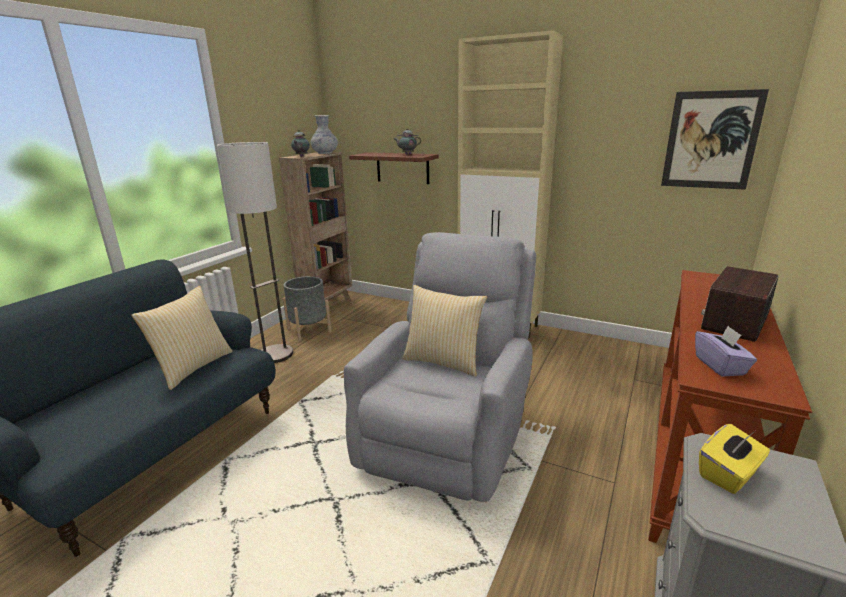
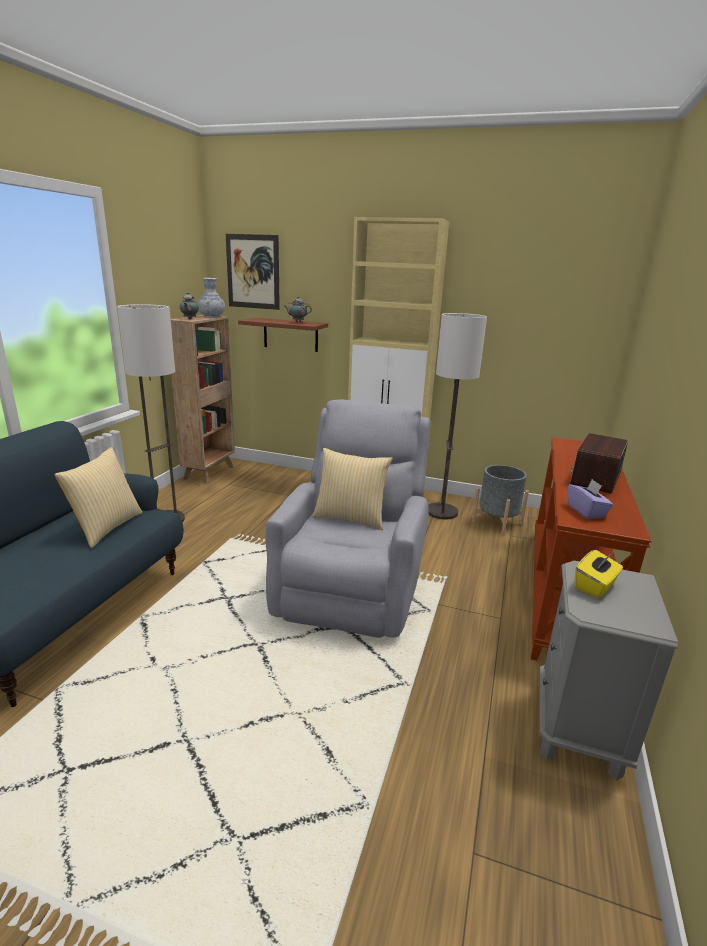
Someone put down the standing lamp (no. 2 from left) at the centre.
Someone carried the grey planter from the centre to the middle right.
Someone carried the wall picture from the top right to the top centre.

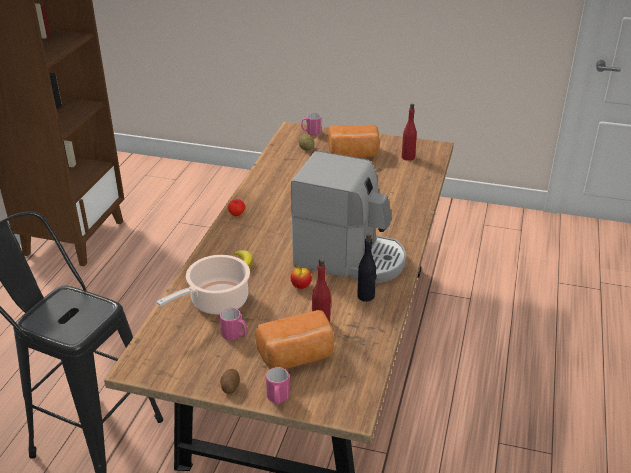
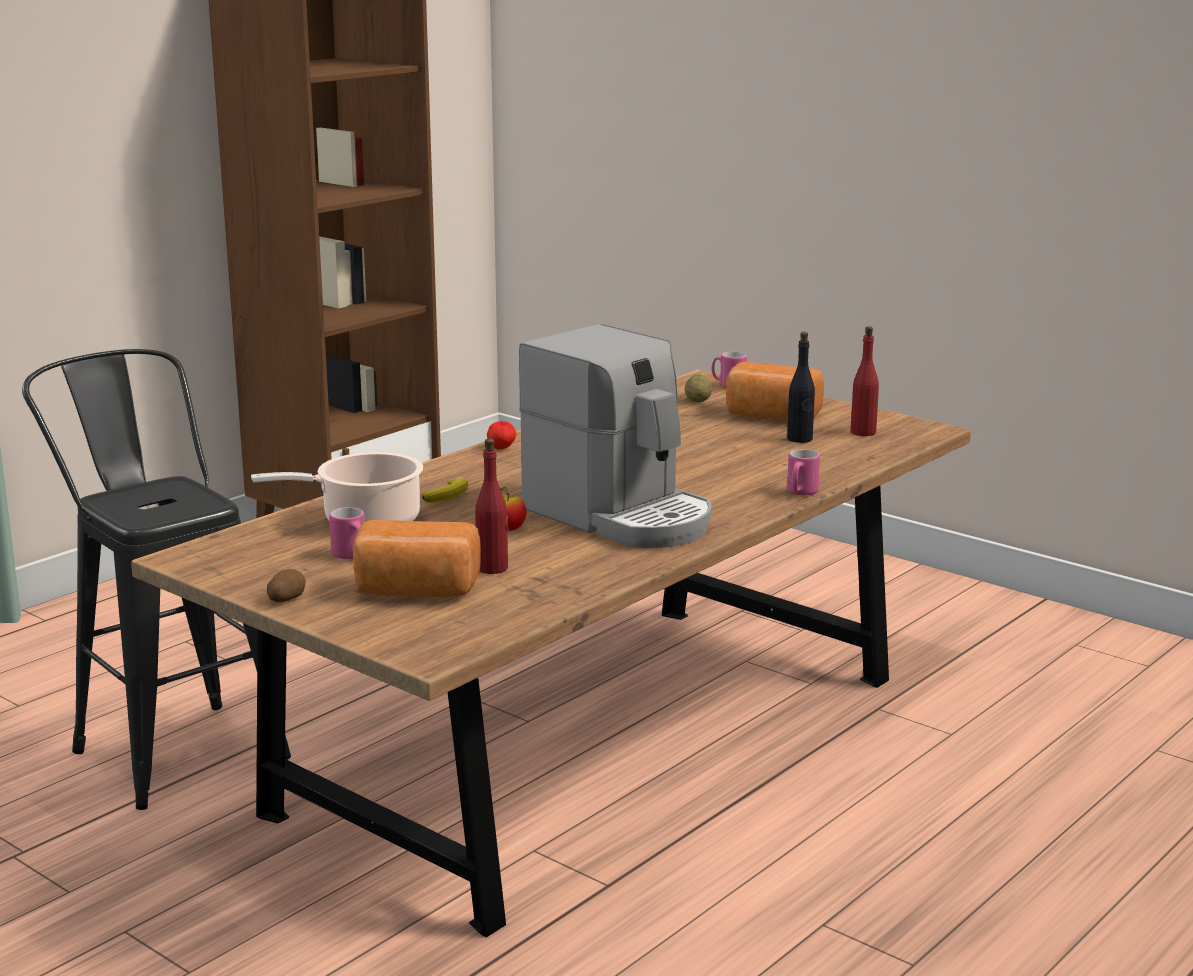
Someone carried the pink-coloured tea mug (no. 2 from left in the first image) from the bottom centre to the middle right.
Someone carried the blackish bottle from the centre to the middle right.

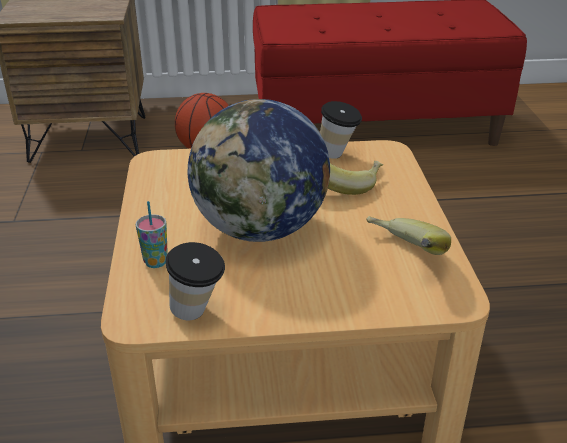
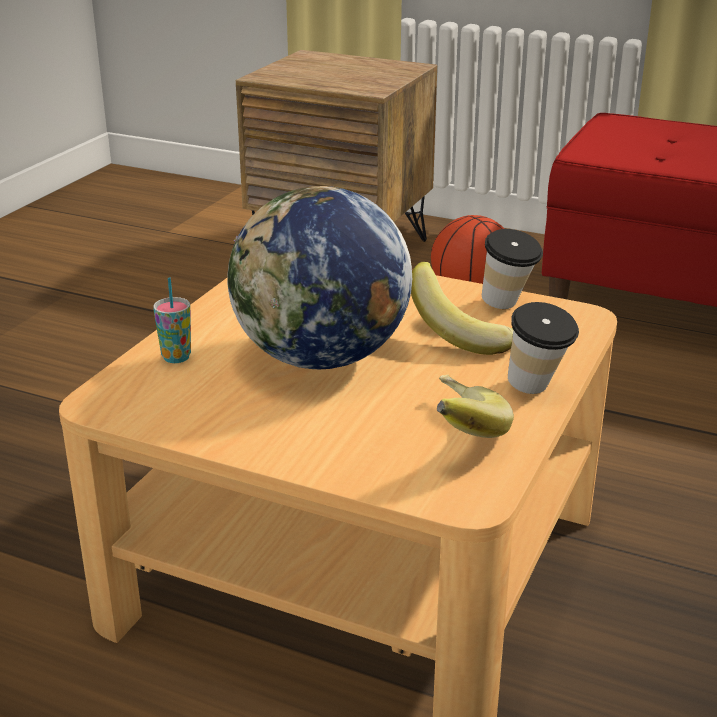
Someone carried the drinking cup (no. 2 from left in the first image) from the centre to the middle right.

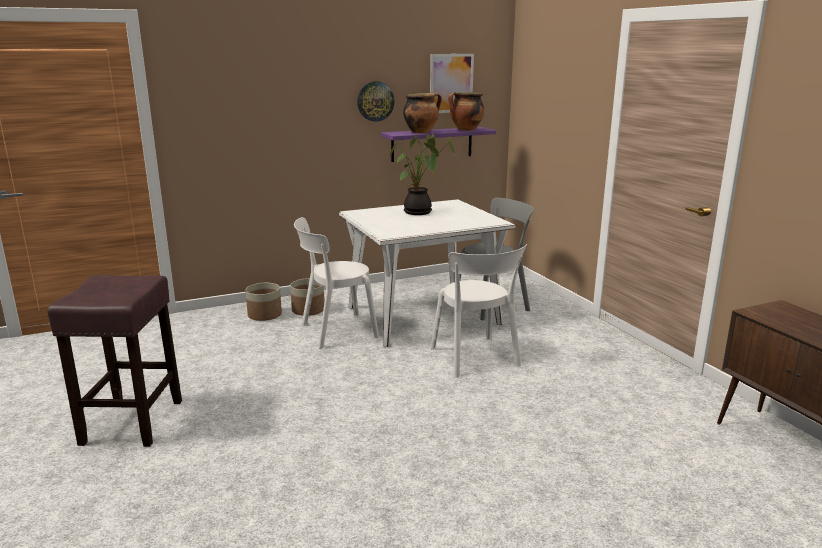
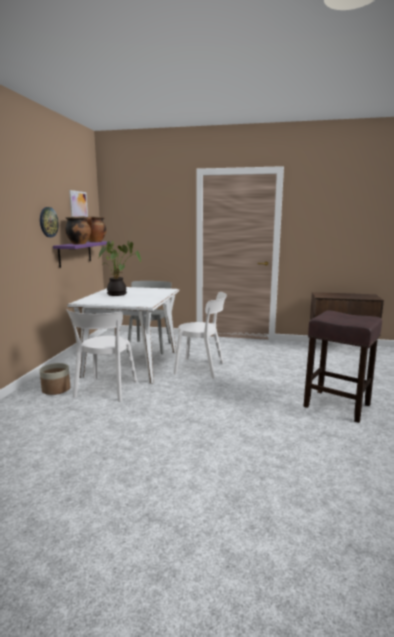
Someone took away the planter (no. 1 from left) at the middle left.
Someone carried the brown stool seat from the middle left to the middle right.

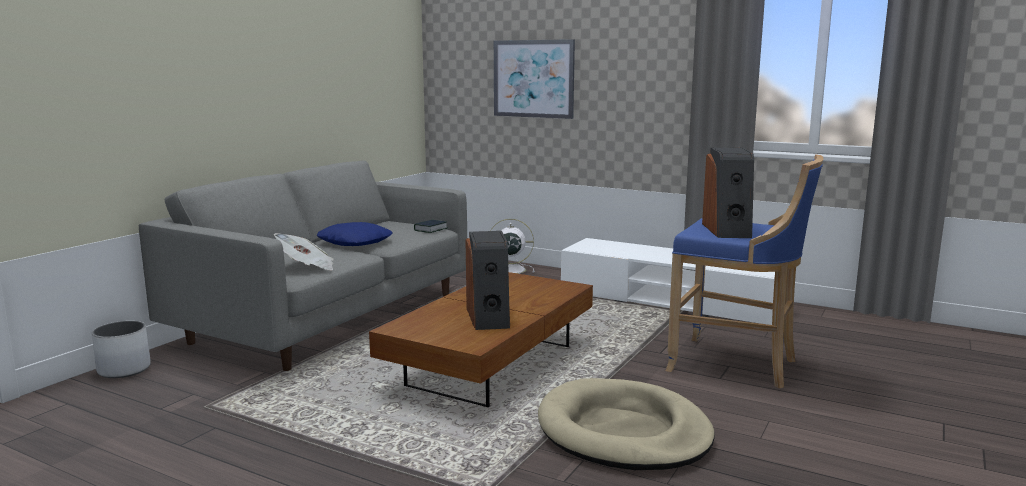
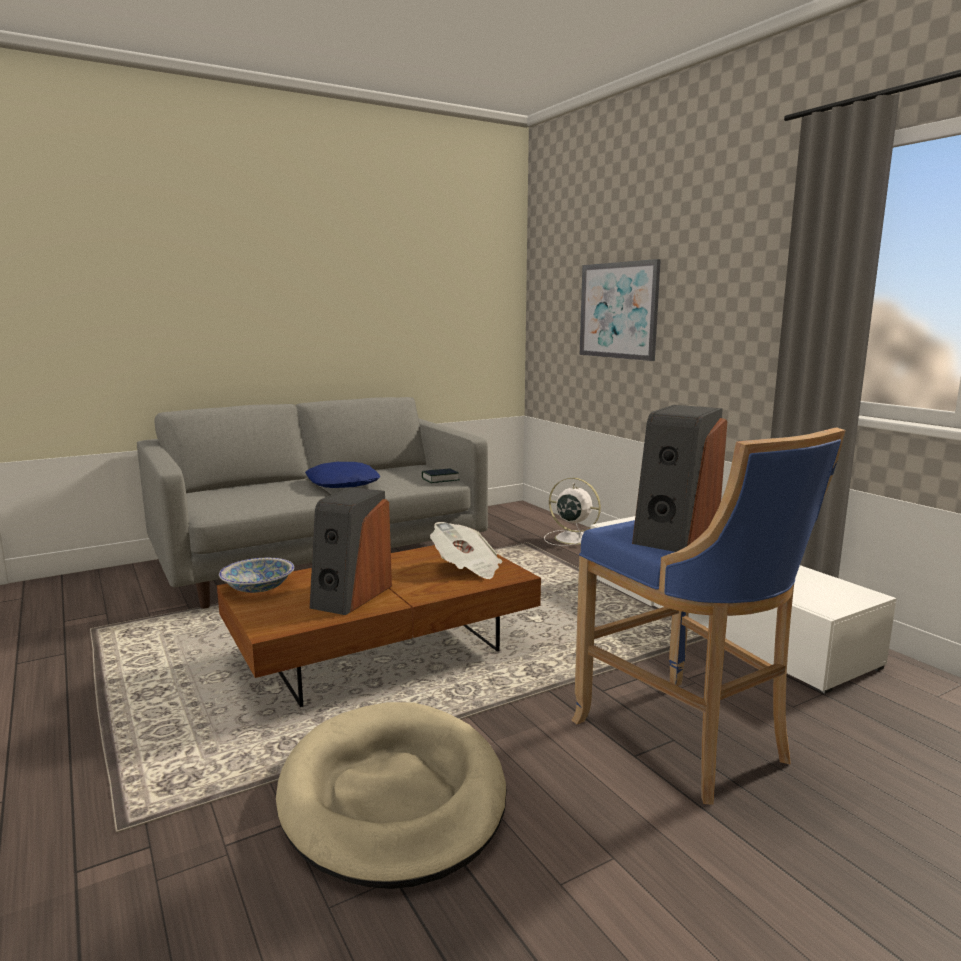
Someone took away the white planter at the bottom left.
Someone put down the bowl at the middle left.
Someone carried the printed paper from the middle left to the centre.

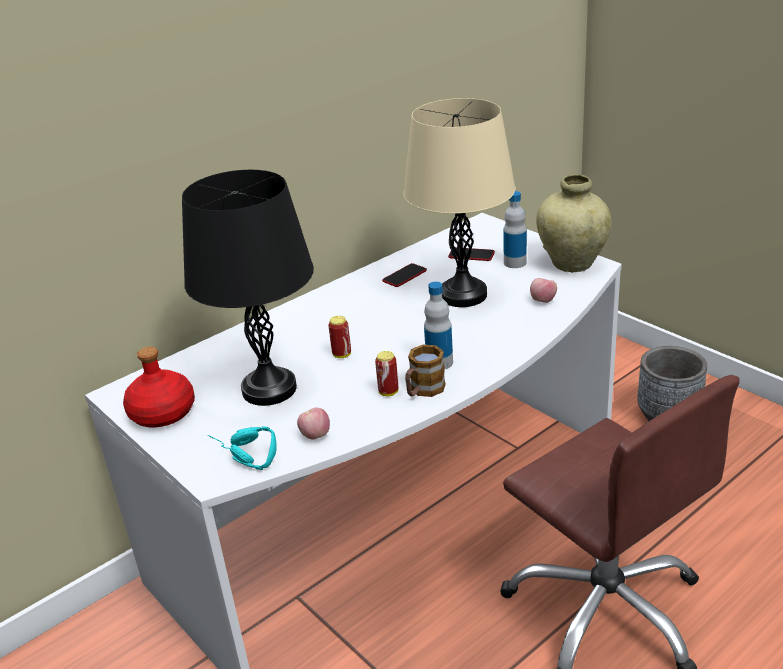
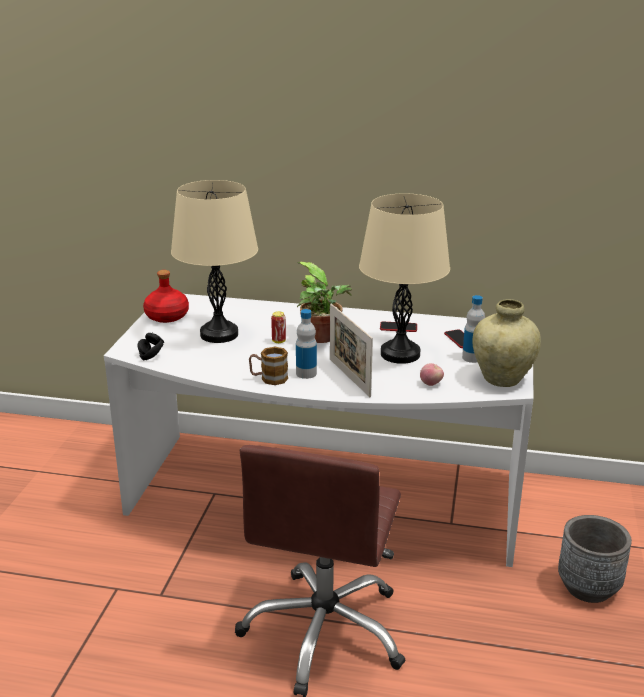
Someone took away the apple fruit (no. 1 from left) at the centre.
Someone took away the can (no. 2 from left) at the centre.
Someone put down the houseplant at the centre.
Someone put down the picture frame at the centre.
Someone repainted the blackish table lamp at the middle left, which became the beige-coloured table lamp (no. 1 from left) at the middle left.
Someone repainted the blue-green headphones at the bottom left, which became the blackish headphones at the middle left.

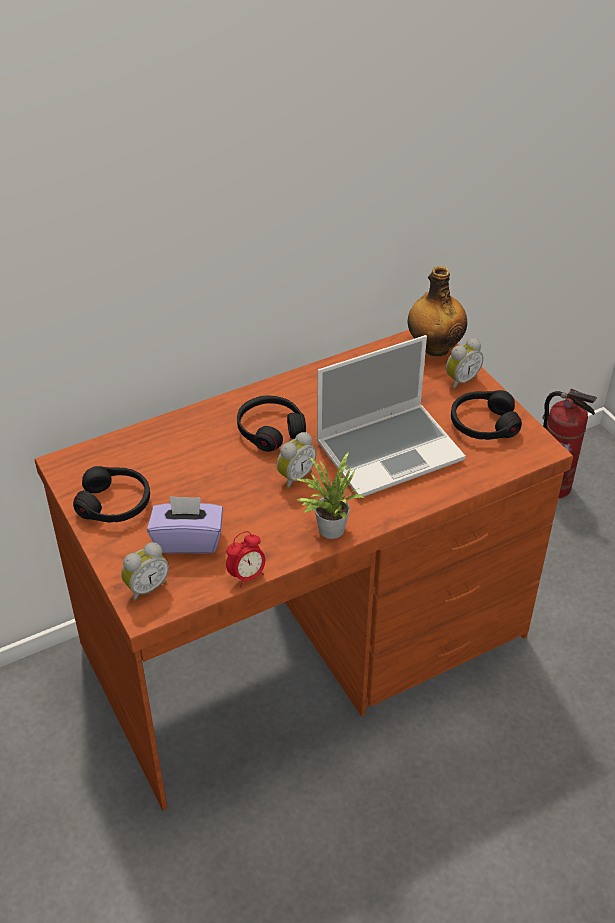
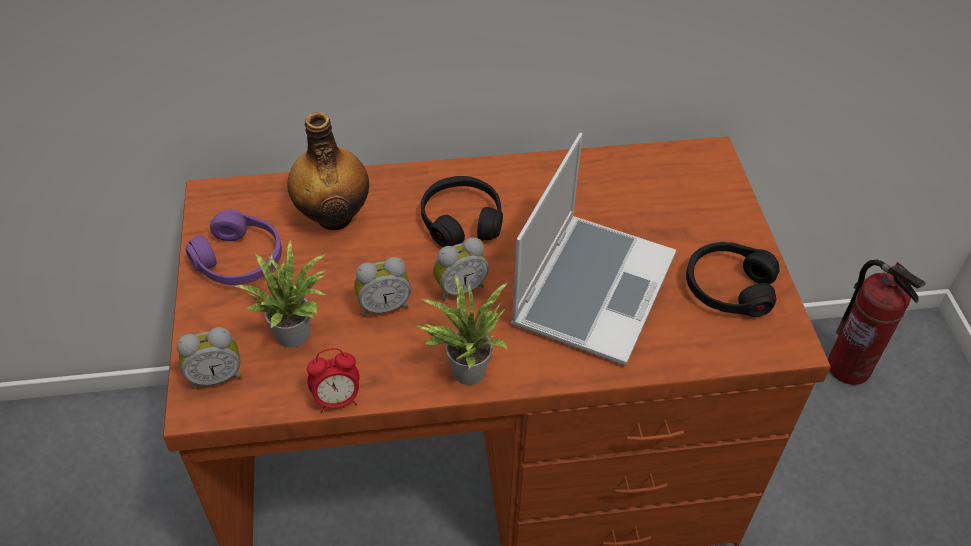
Someone carried the bottle from the middle right to the top centre.
Someone carried the table clock (no. 4 from left in the first image) from the middle right to the centre.
Someone swapped the purple-coloured tissue holder at the middle left for the houseplant (no. 1 from left) at the middle left.
Someone repainted the blackish headphones (no. 1 from left) at the middle left, which became the purple-coloured headphones at the middle left.
Someone rotated the laptop at the centre by 60 degrees counterclockwise.

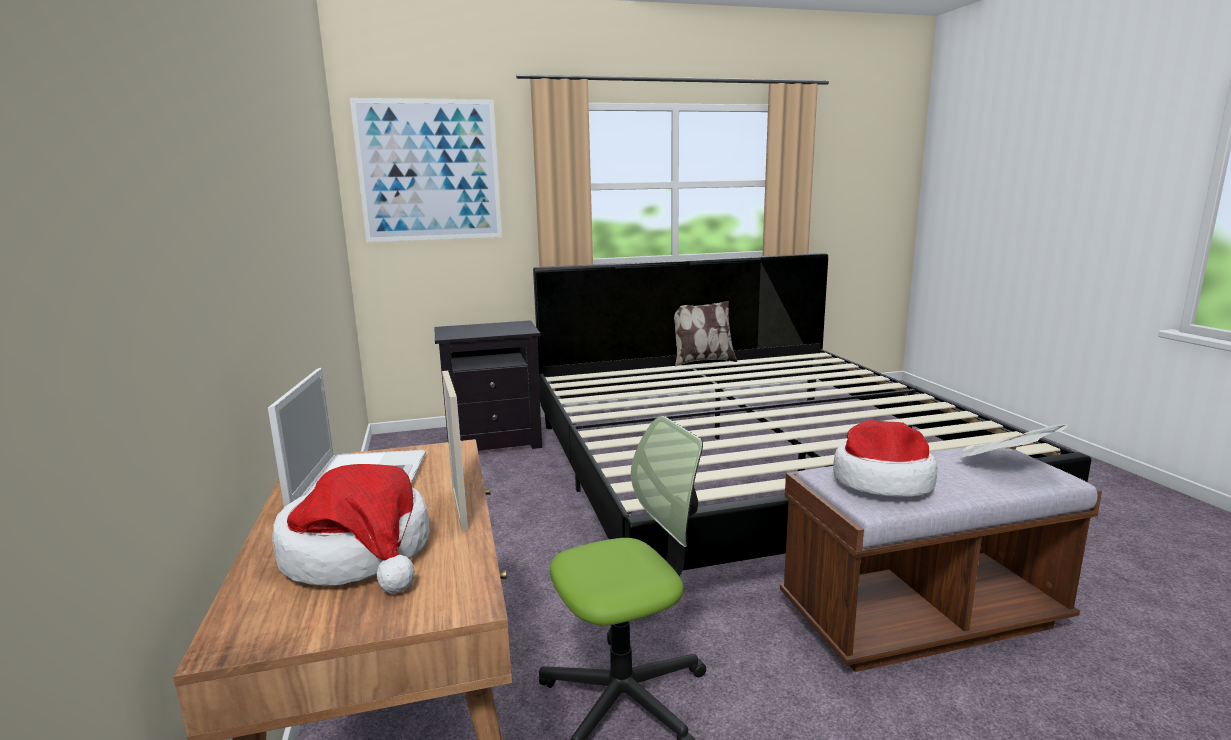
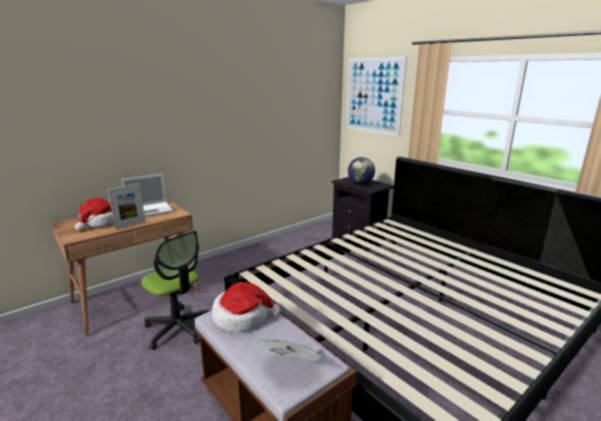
Someone took away the throw pillow at the centre.
Someone put down the world globe at the centre.

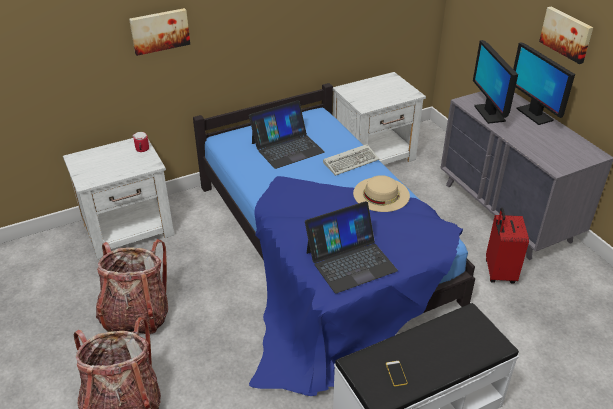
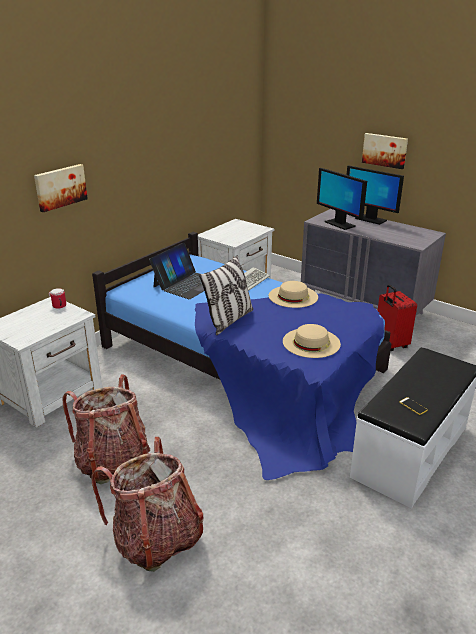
Someone put down the throw pillow at the centre.
Someone swapped the laptop (no. 2 from left) at the centre for the beige-coloured wearable hat (no. 2 from left) at the centre.

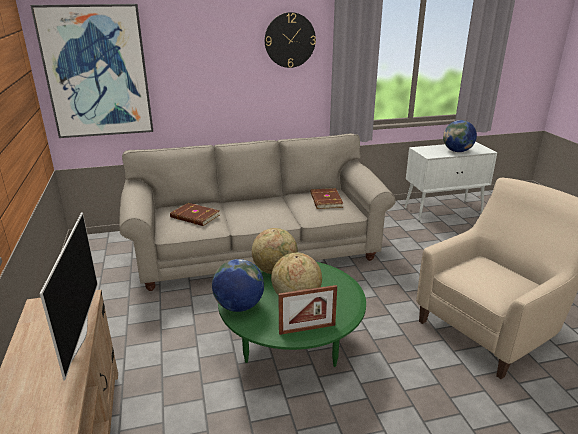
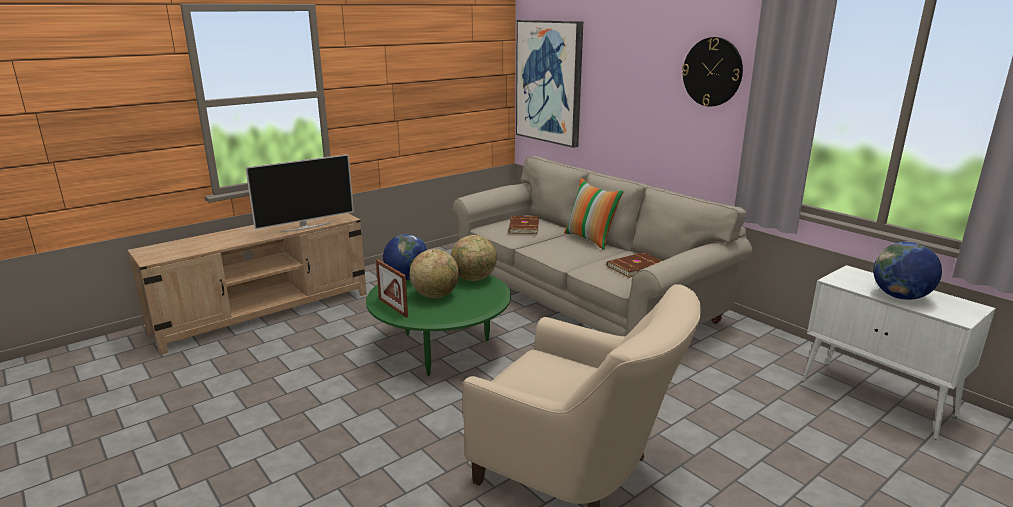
Someone put down the throw pillow at the centre.

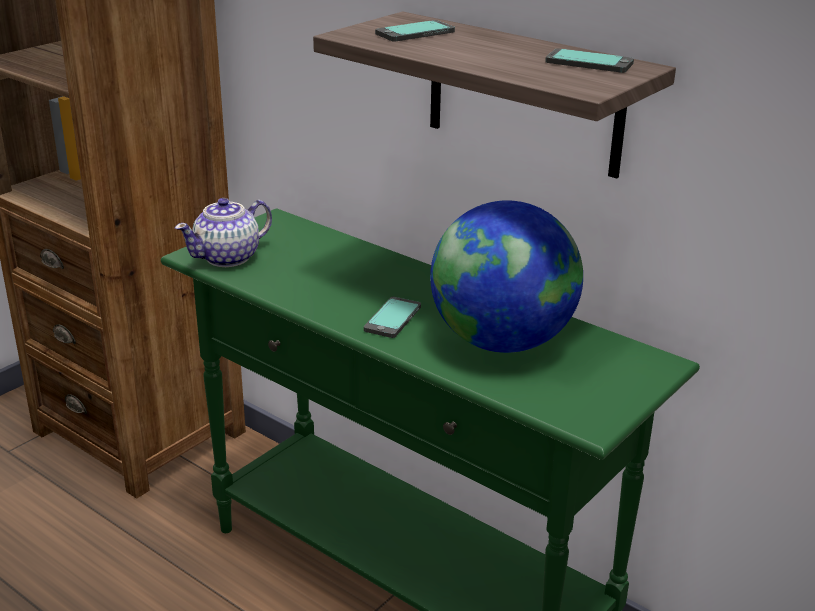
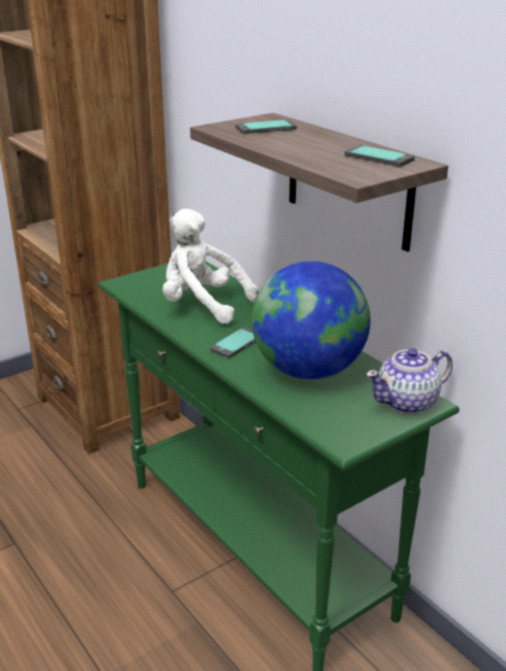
Someone put down the white soft toy at the centre.
Someone carried the pot for tea from the middle left to the middle right.

